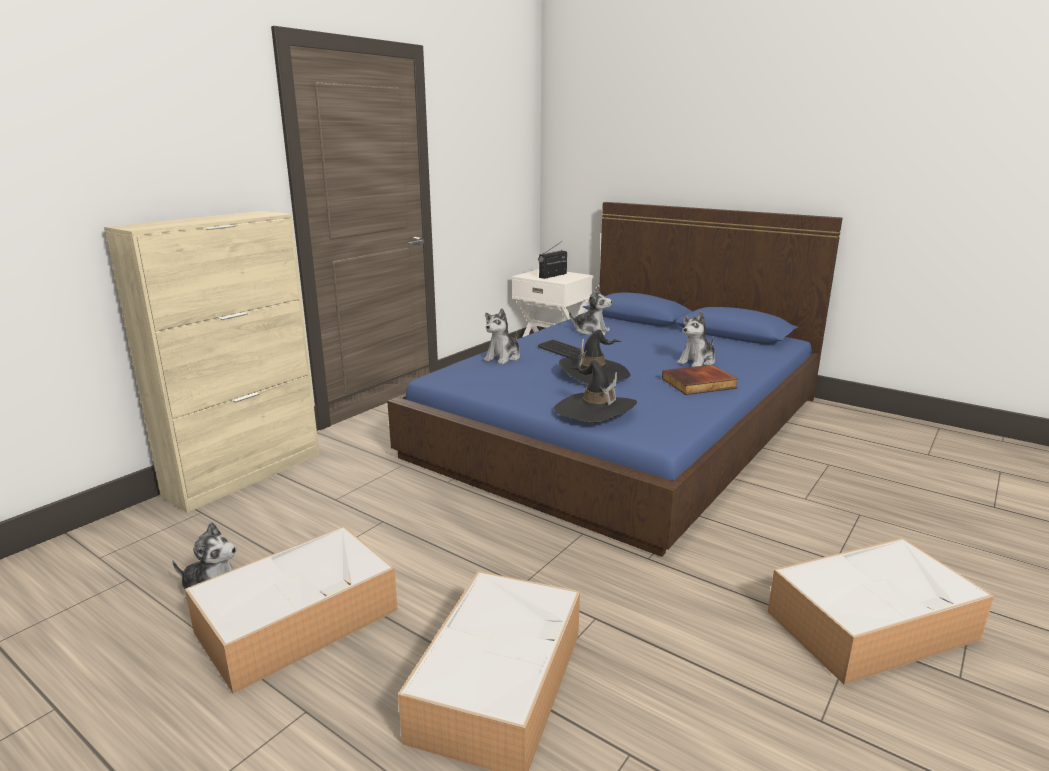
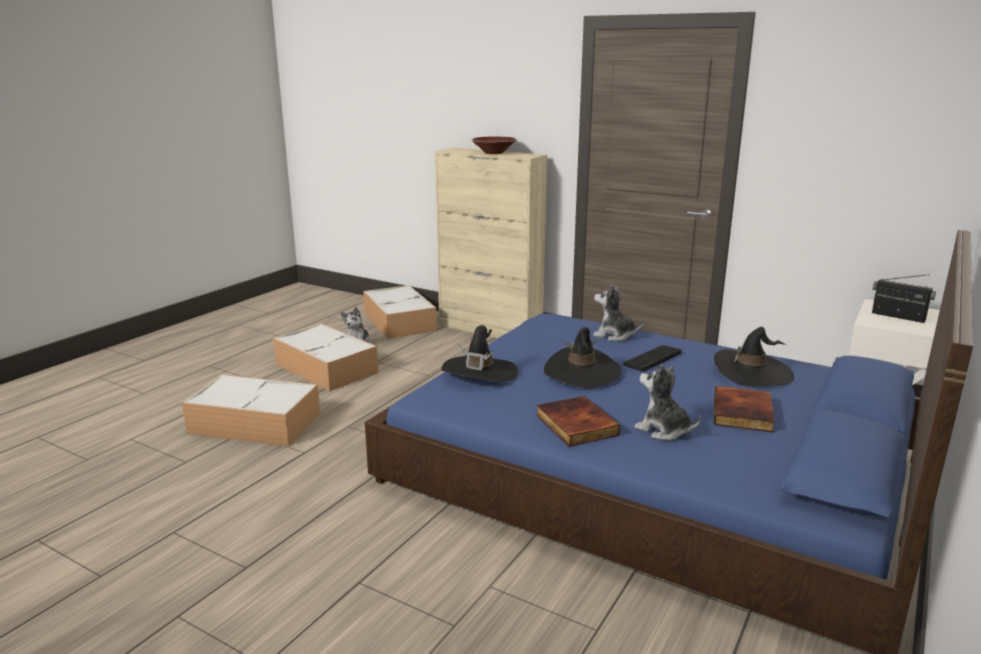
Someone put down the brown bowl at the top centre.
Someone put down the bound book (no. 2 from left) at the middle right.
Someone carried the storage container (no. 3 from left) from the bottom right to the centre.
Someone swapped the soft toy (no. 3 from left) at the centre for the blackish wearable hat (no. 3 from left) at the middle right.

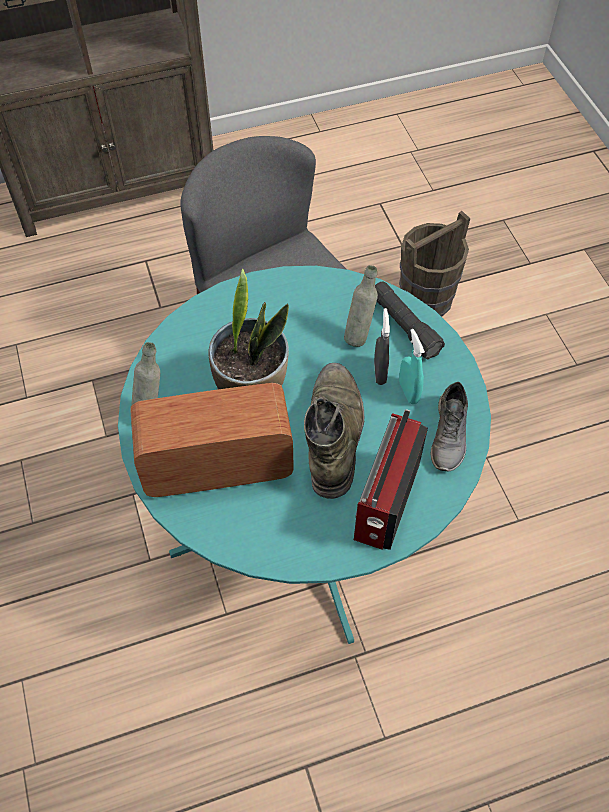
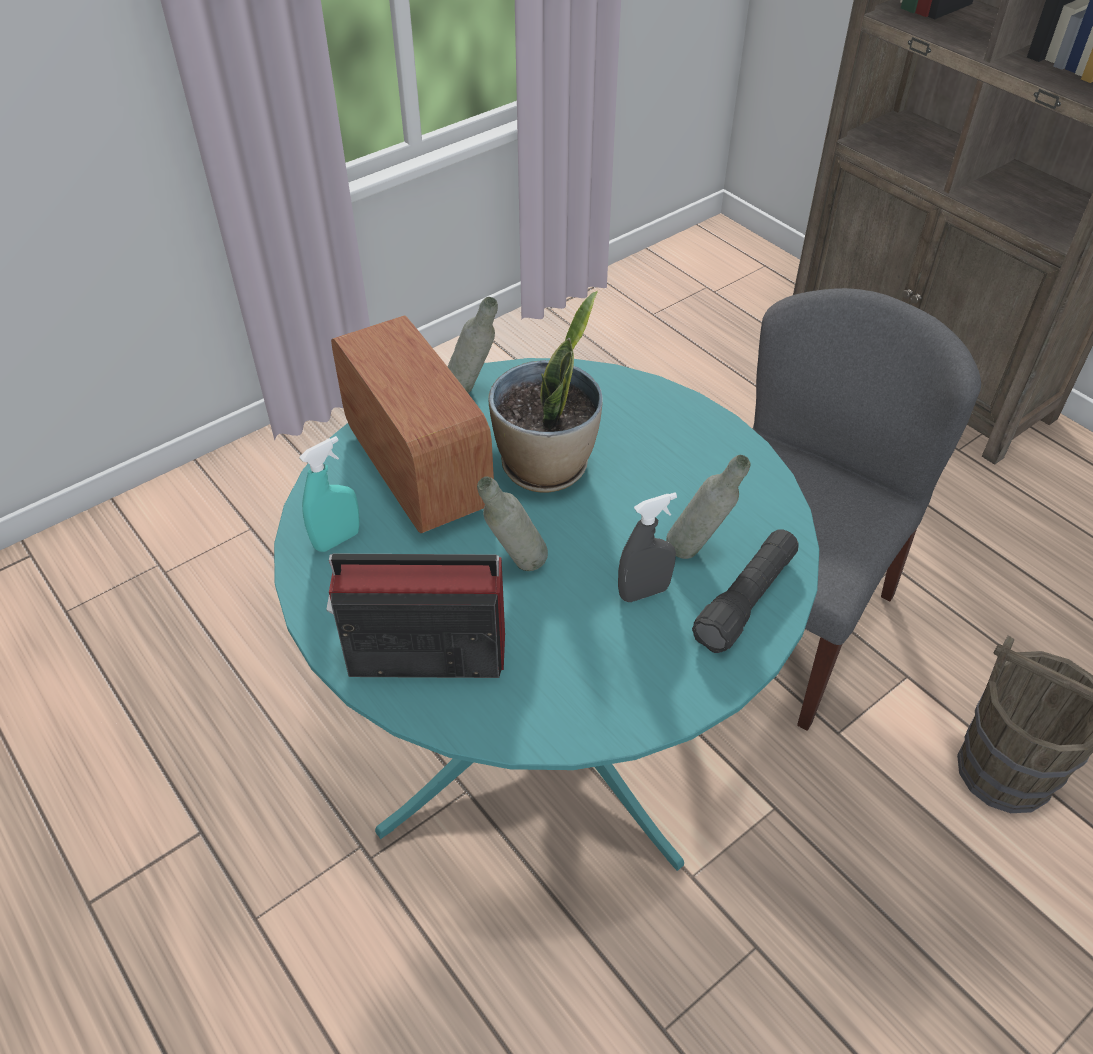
Someone took away the grey item of footwear at the middle right.
Someone carried the blue-green spray bottle from the middle right to the middle left.
Someone swapped the greenish high-top boot at the centre for the grey bottle (no. 2 from left) at the centre.

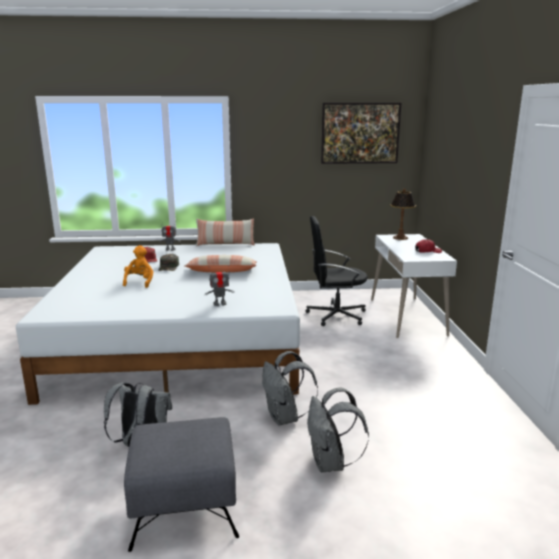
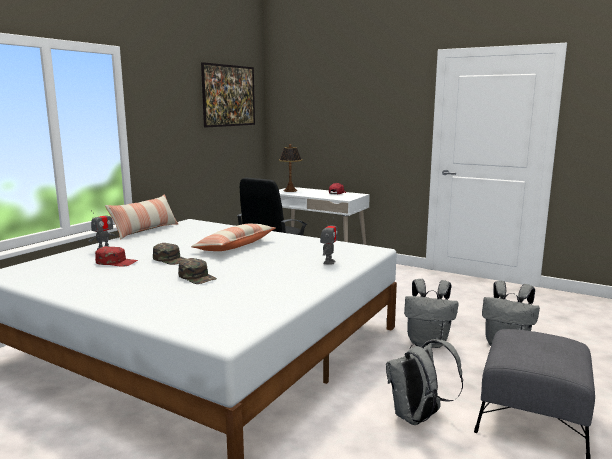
Someone swapped the orangey soft toy at the middle left for the greenish cap (no. 2 from left) at the middle left.

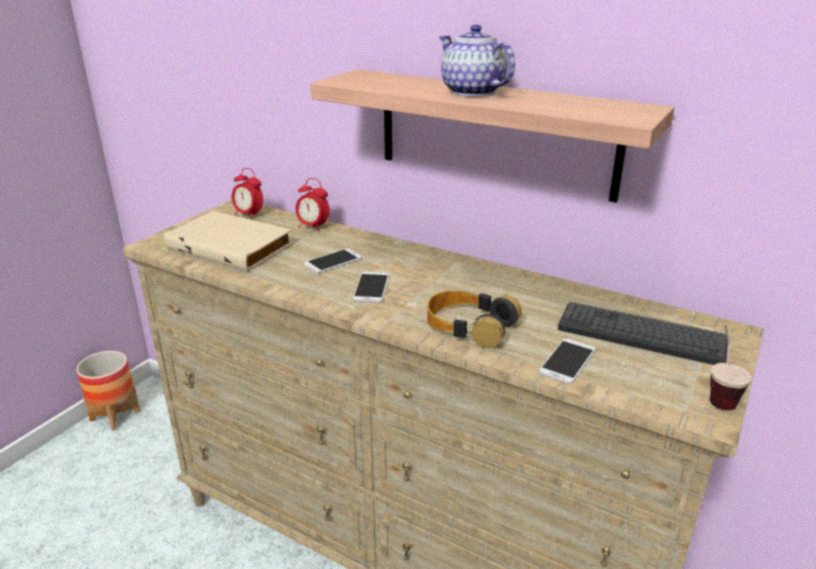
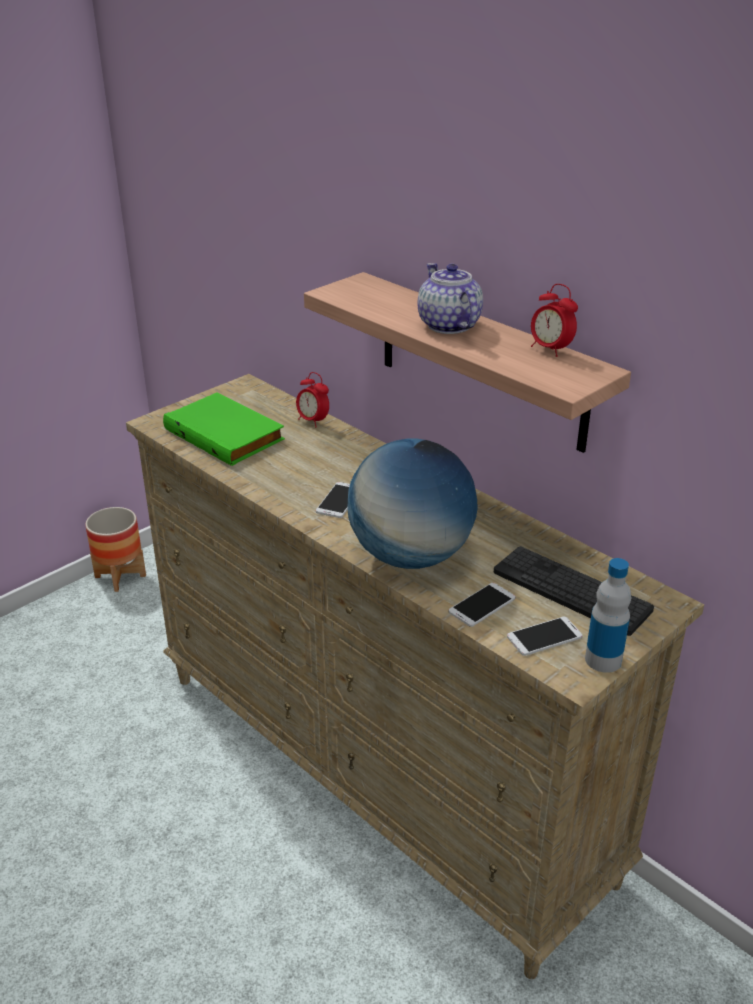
Someone carried the table clock (no. 1 from left in the first image) from the middle left to the top right.
Someone carried the telephone (no. 1 from left in the first image) from the centre to the middle right.
Someone swapped the headphones at the centre for the world globe at the centre.
Someone swapped the drinking cup at the middle right for the bottle at the middle right.
Someone repainted the beige-coloured bound book at the middle left, which became the greenish bound book at the middle left.

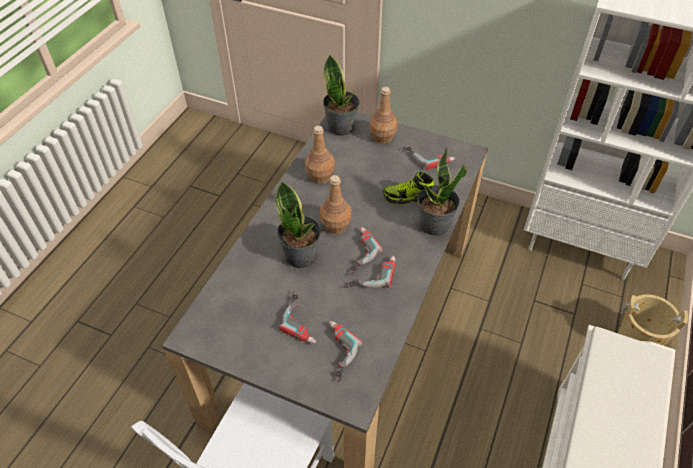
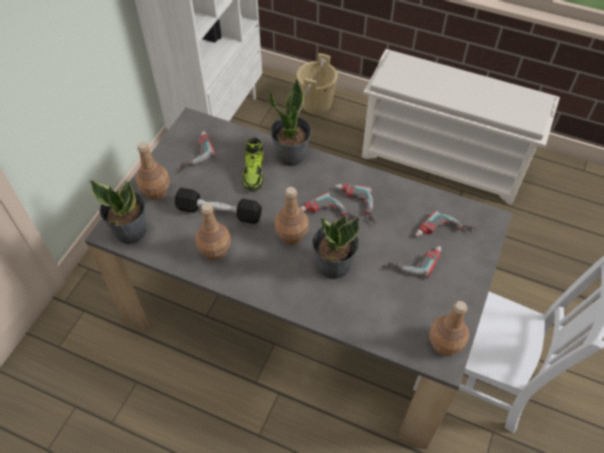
Someone put down the blackish free weight at the centre.
Someone put down the brown bottle (no. 4 from left) at the bottom right.

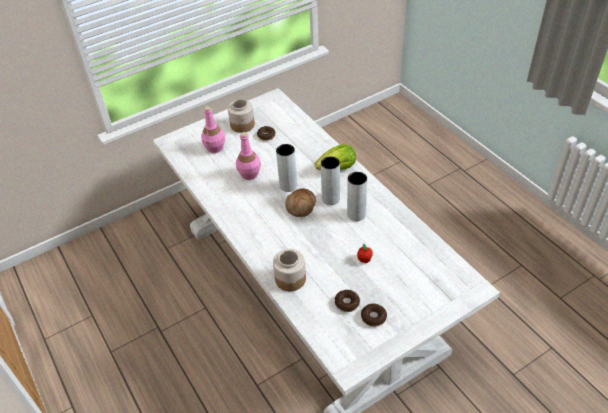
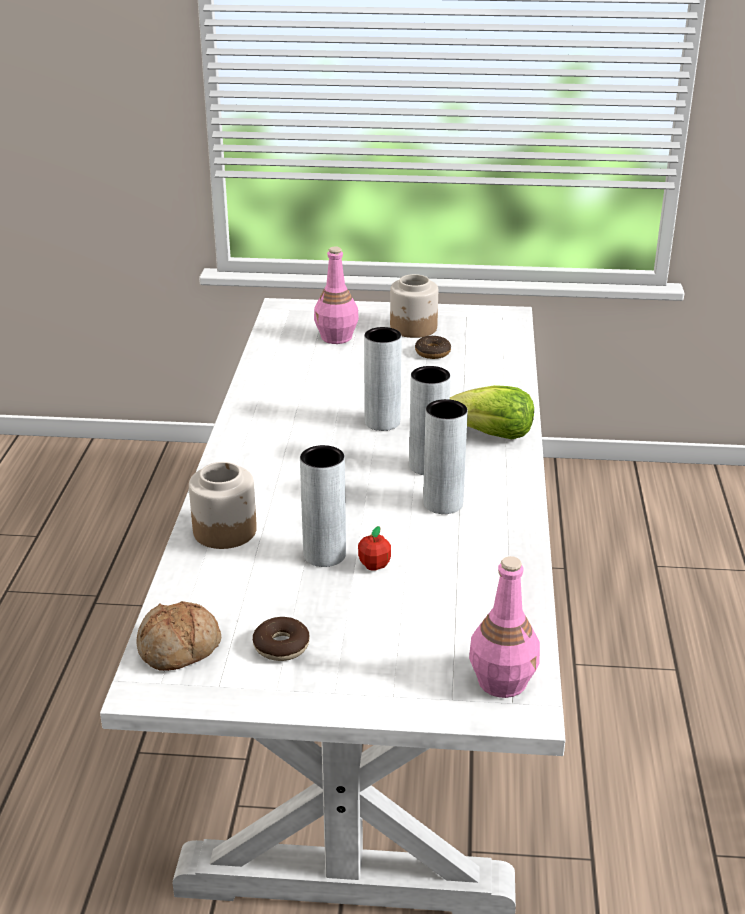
Someone took away the ring doughnut (no. 2 from left) at the bottom centre.
Someone put down the grey decorative vase (no. 1 from left) at the centre.
Someone carried the pink-coloured bottle (no. 2 from left) from the centre to the bottom right.
Someone carried the baked bread from the centre to the bottom left.

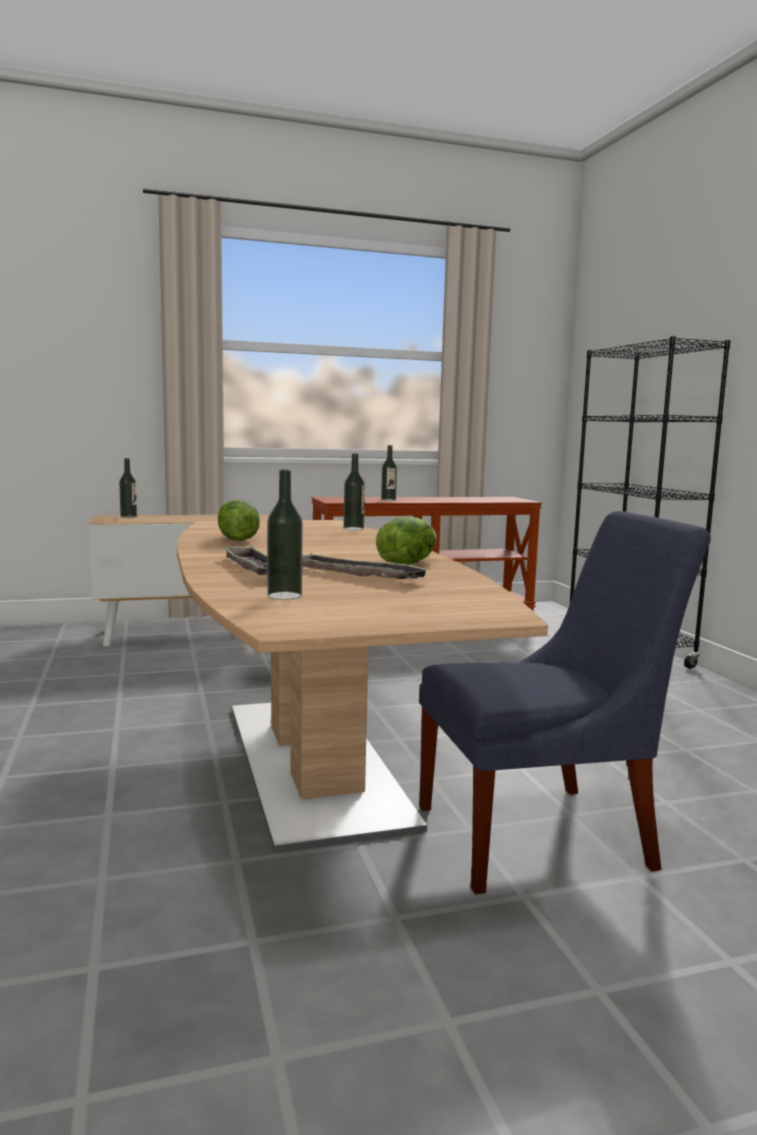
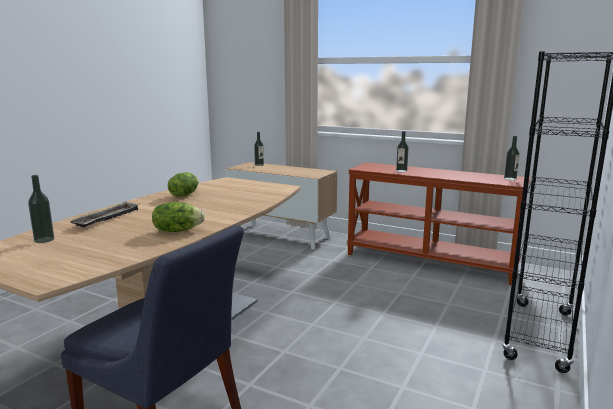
Someone took away the tray (no. 2 from left) at the centre.
Someone carried the bottle (no. 3 from left in the first image) from the centre to the middle right.

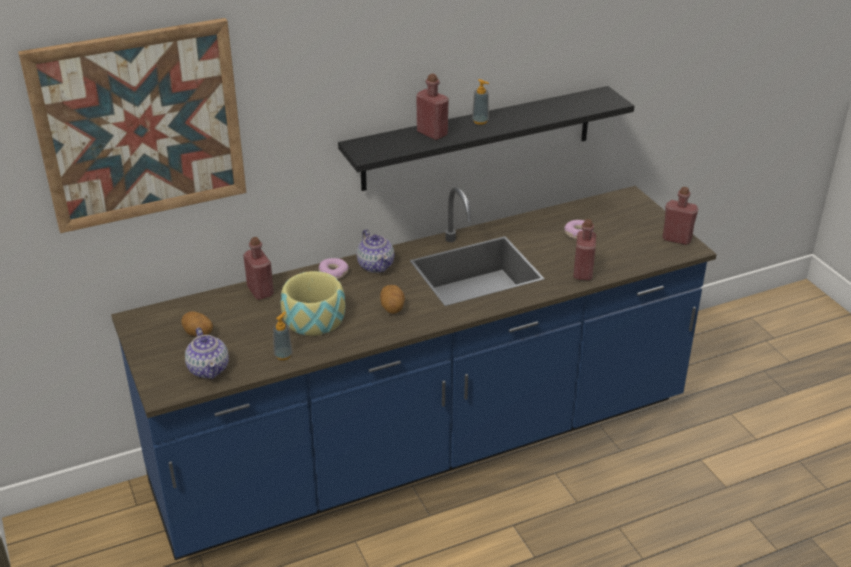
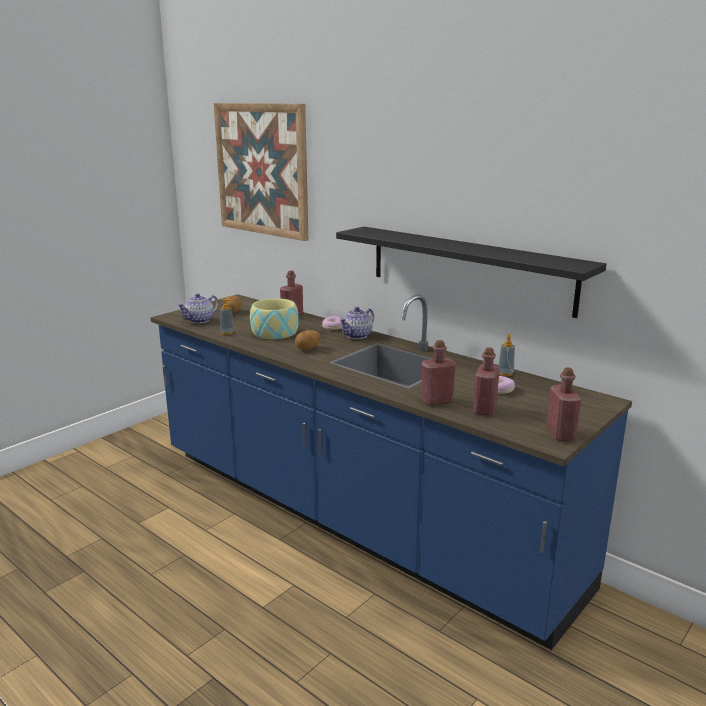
Someone carried the red bottle (no. 2 from left in the first image) from the top centre to the middle right.
Someone carried the soap dispenser (no. 2 from left) from the top centre to the middle right.

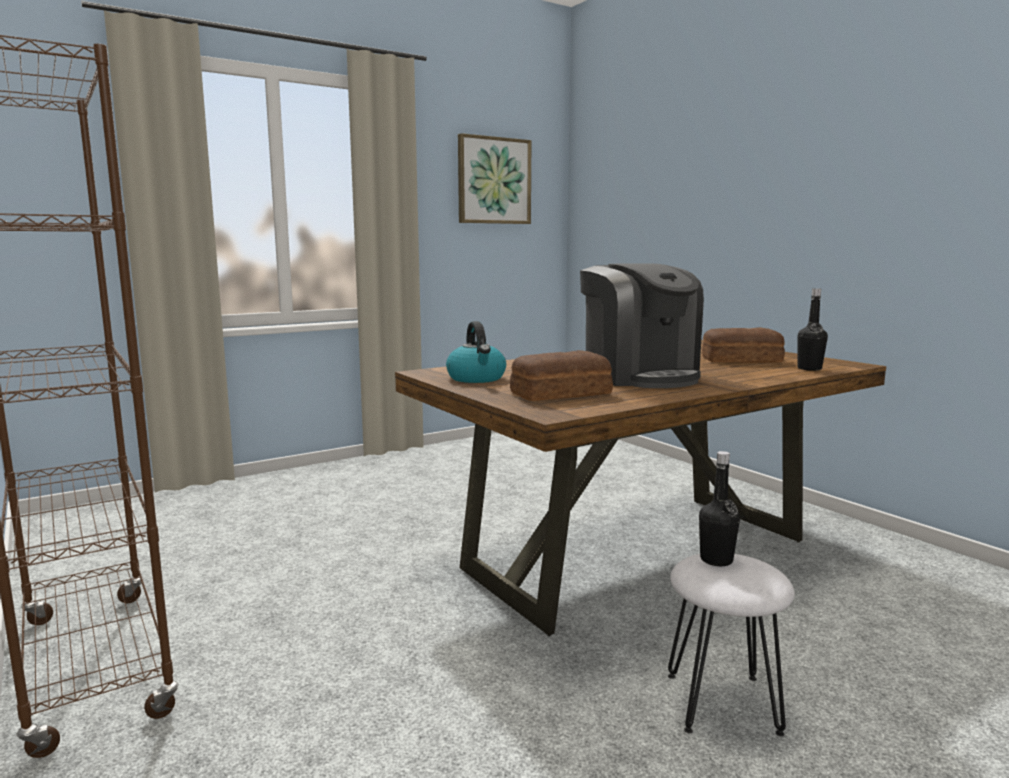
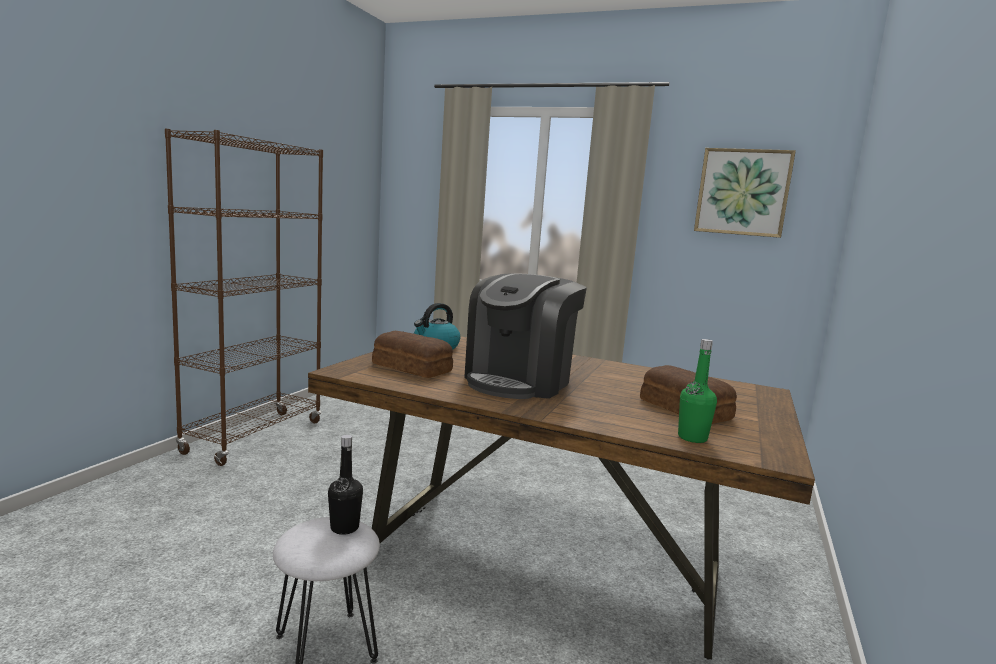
Someone repainted the blackish bottle (no. 2 from left) at the middle right, which became the greenish bottle at the middle right.

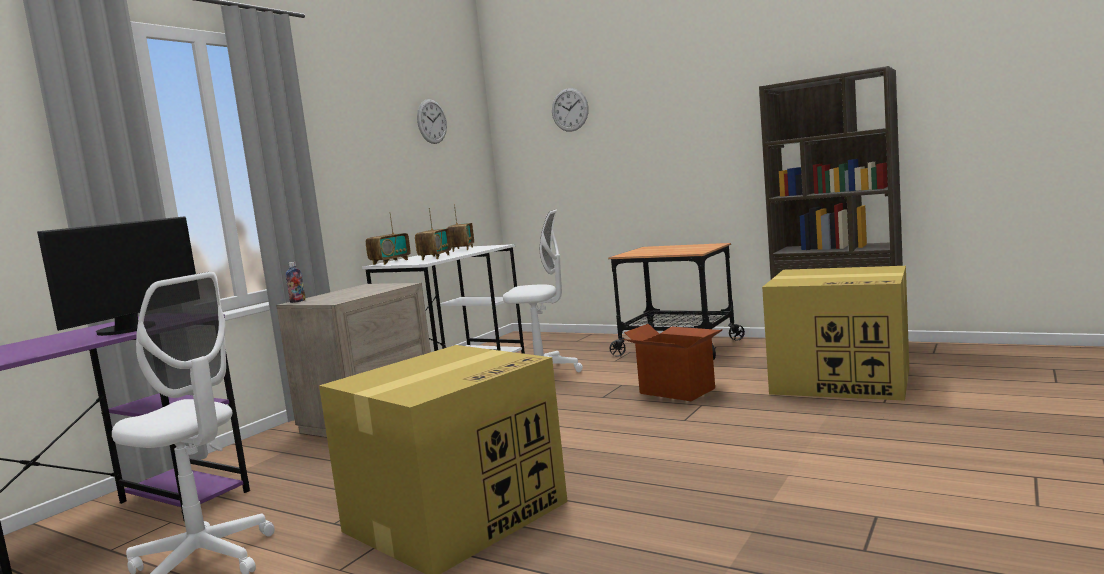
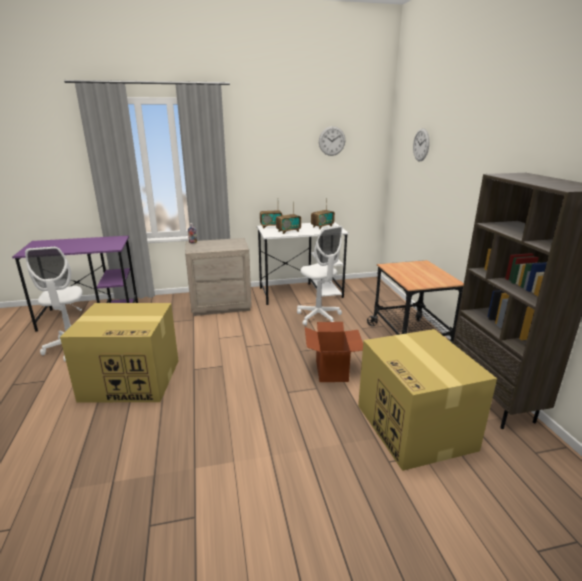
Someone took away the monitor at the middle left.

